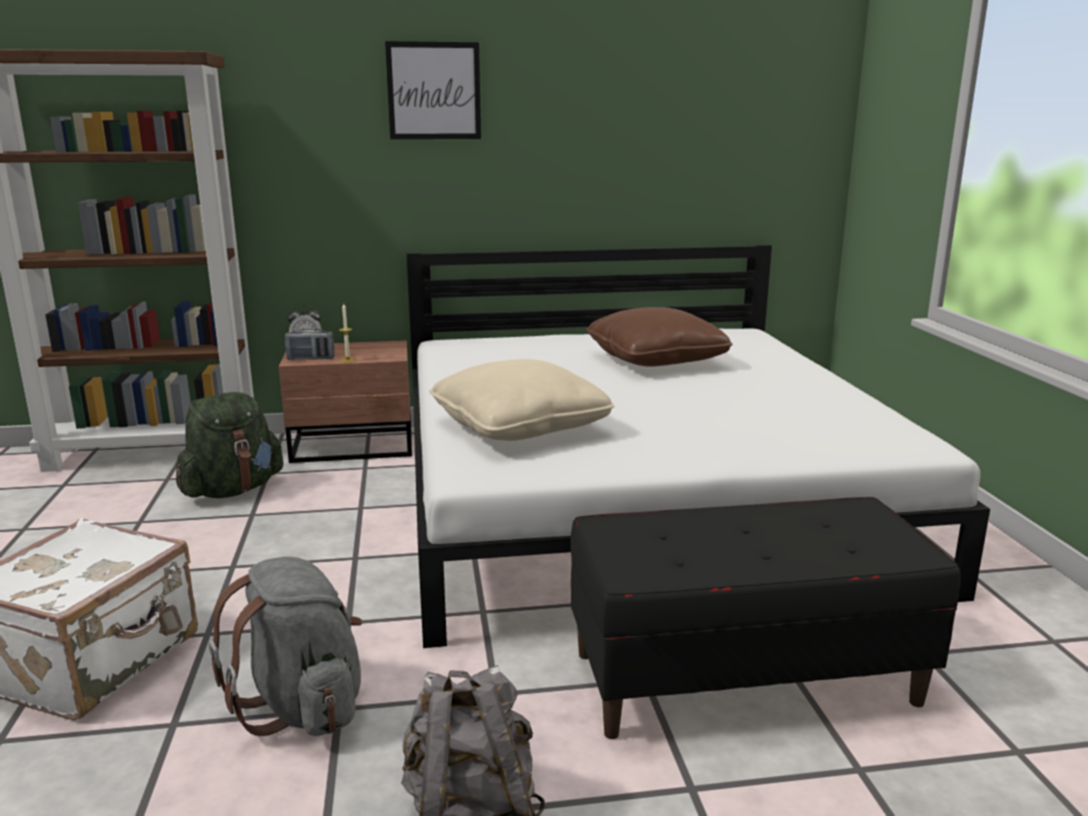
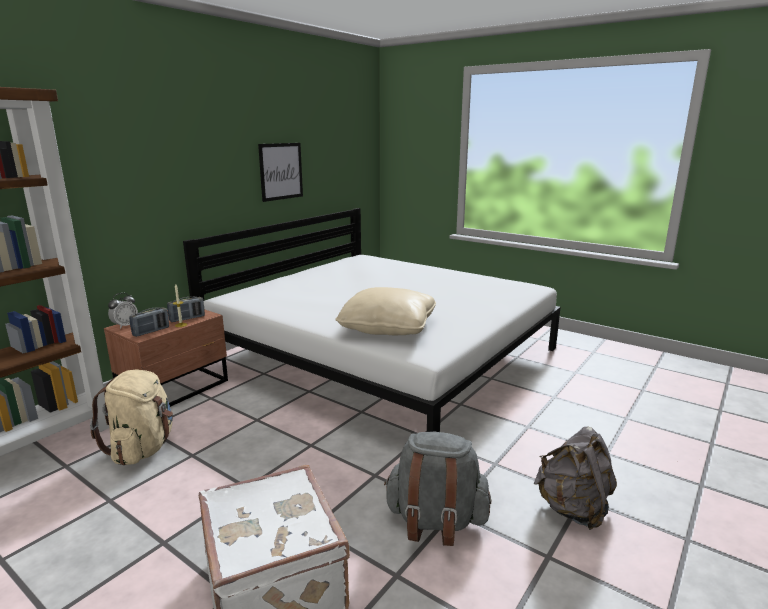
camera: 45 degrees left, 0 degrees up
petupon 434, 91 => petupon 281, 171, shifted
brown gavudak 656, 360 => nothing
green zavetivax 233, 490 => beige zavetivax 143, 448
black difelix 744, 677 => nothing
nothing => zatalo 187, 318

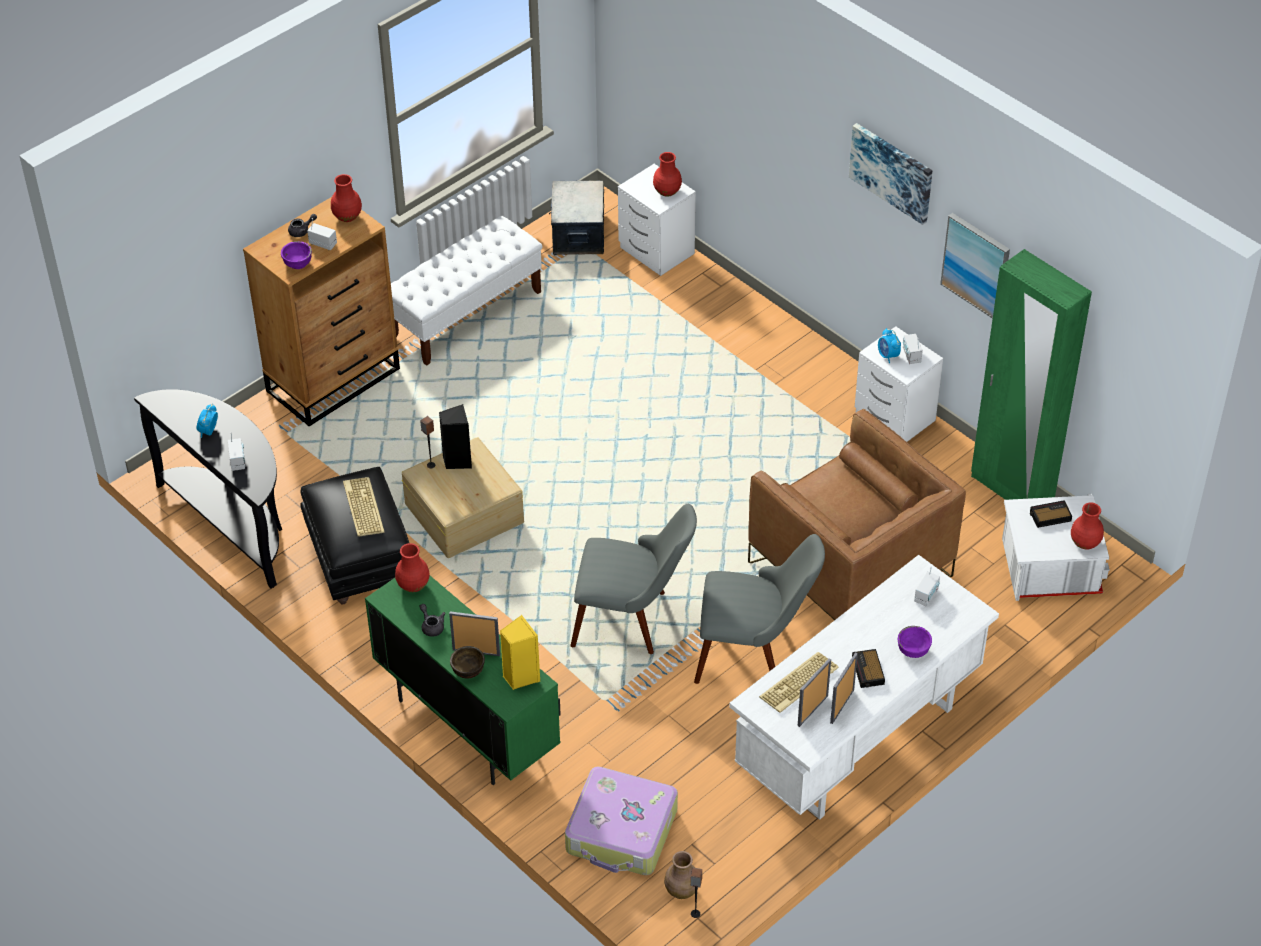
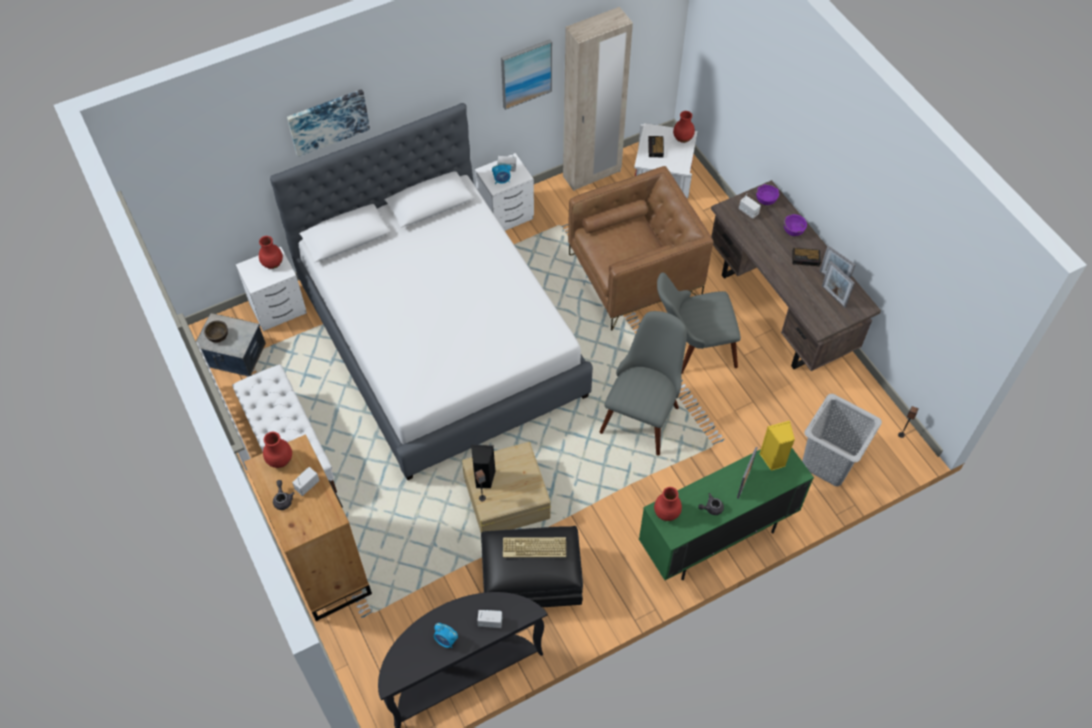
camera: 75 degrees left, 10 degrees up
petupon 892, 172 => petupon 328, 121, shifted
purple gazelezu 298, 263 => purple gazelezu 766, 200, shifted
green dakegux 1011, 490 => beige dakegux 592, 174
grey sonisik 754, 652 => grey sonisik 691, 347, 120 degrees counterclockwise
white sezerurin 857, 741 => brown sezerurin 779, 311
brown gazelezu 468, 670 => brown gazelezu 218, 336, shifted
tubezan 799, 684 => nothing
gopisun 622, 832 => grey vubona 828, 461
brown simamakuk 682, 890 => nothing
nothing => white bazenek 441, 338

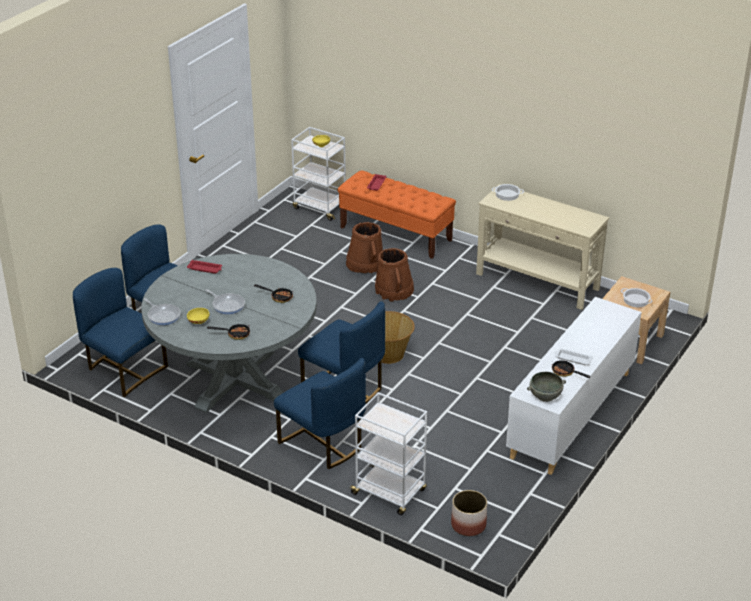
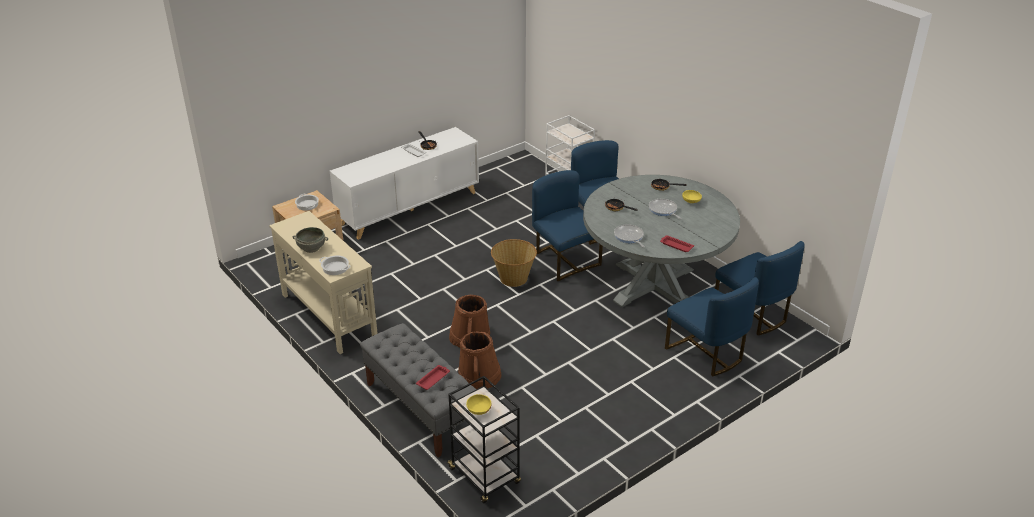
camera: 160 degrees left, 0 degrees up
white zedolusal 320, 207 => black zedolusal 485, 477
orange difelix 396, 234 => grey difelix 420, 409
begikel 163, 315 => begikel 629, 237, shifted
grey gazelezu 545, 395 => grey gazelezu 311, 248, shifted
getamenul 468, 525 => nothing

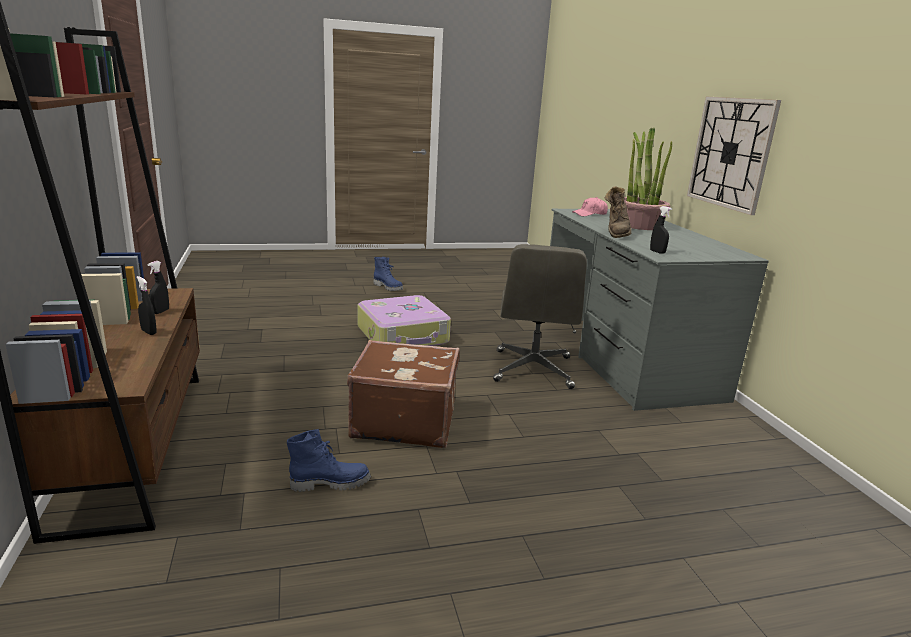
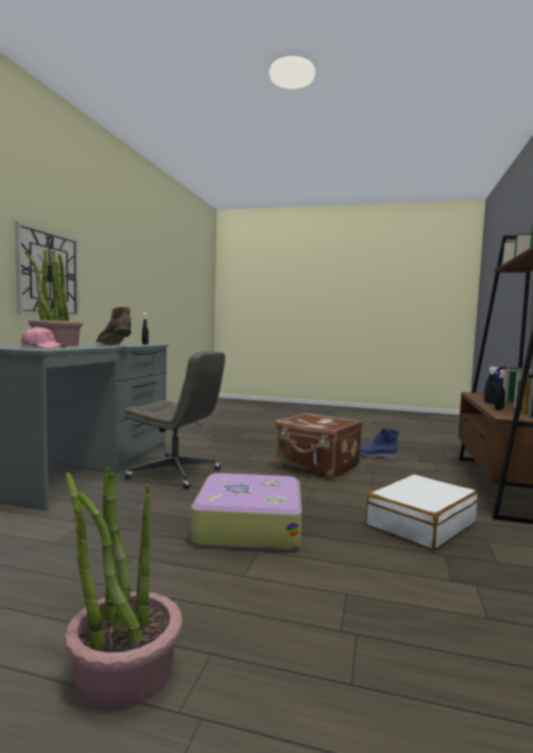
camera: 150 degrees left, 15 degrees down
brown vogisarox 616, 233 => brown vogisarox 115, 345, 90 degrees counterclockwise
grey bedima 533, 370 => grey bedima 176, 474, 75 degrees clockwise
blue vogisarox 388, 287 => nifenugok 123, 672
nothing => white gopisun 420, 524

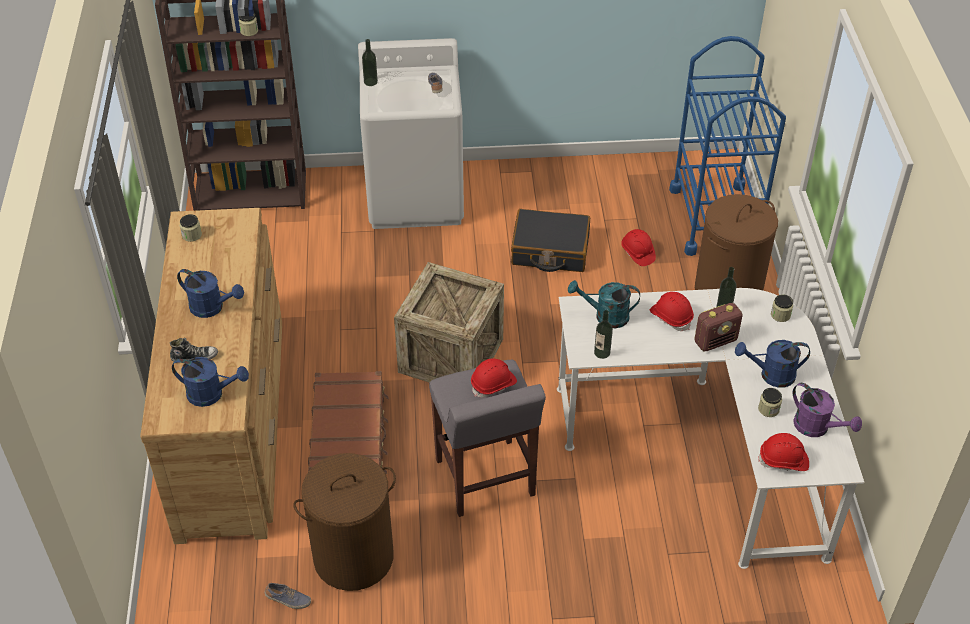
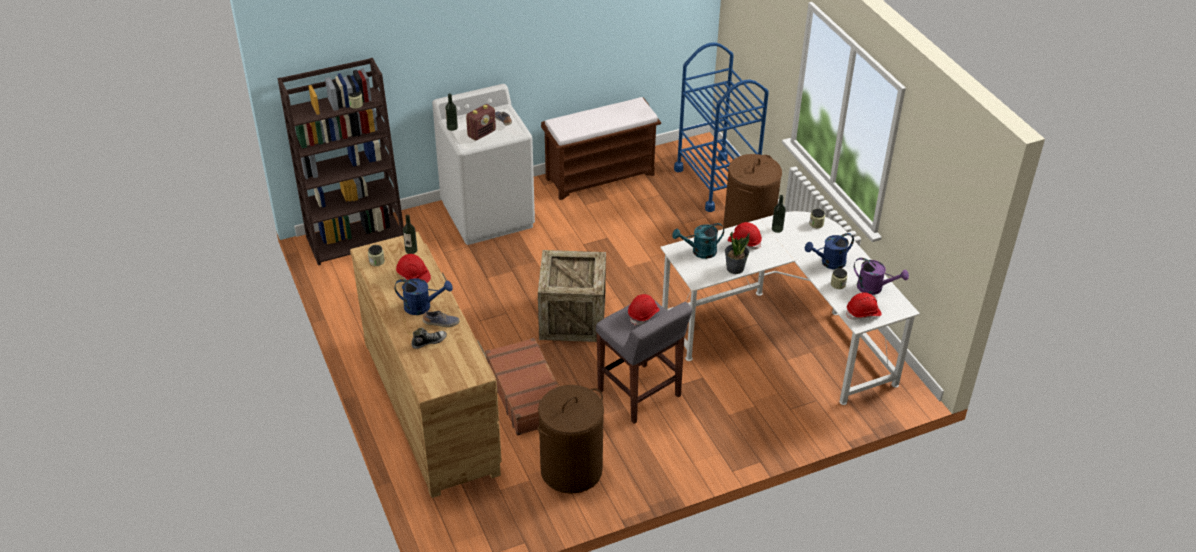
camera: 20 degrees left, 5 degrees down
black gopisun 550, 250 => nothing
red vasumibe 637, 253 => red vasumibe 413, 276, shifted
zatalo 715, 341 => zatalo 481, 133, shifted
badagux 602, 352 => badagux 411, 250, shifted
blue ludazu 211, 394 => nothing
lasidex 288, 600 => lasidex 441, 323, shifted
nothing => brown difelix 601, 176
nothing => nifenugok 735, 268

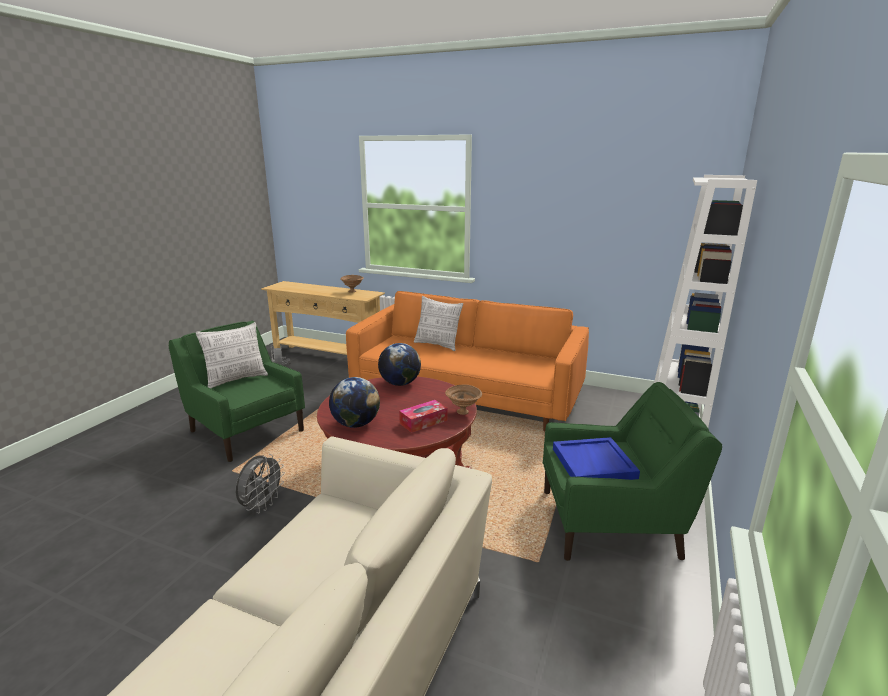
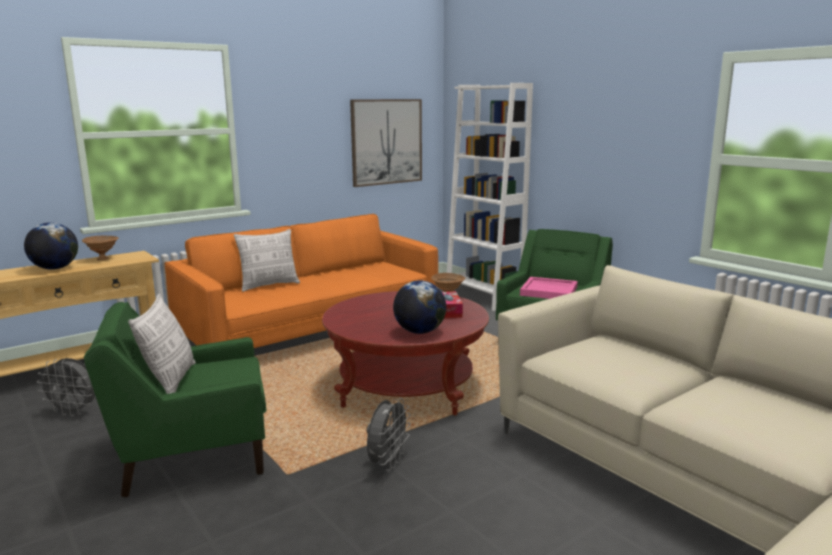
camera: 60 degrees left, 5 degrees down
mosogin 400, 383 => mosogin 55, 268, shifted
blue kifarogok 594, 463 => pink kifarogok 549, 291
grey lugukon 262, 505 => grey lugukon 387, 463, 60 degrees clockwise
nothing => petupon 386, 142

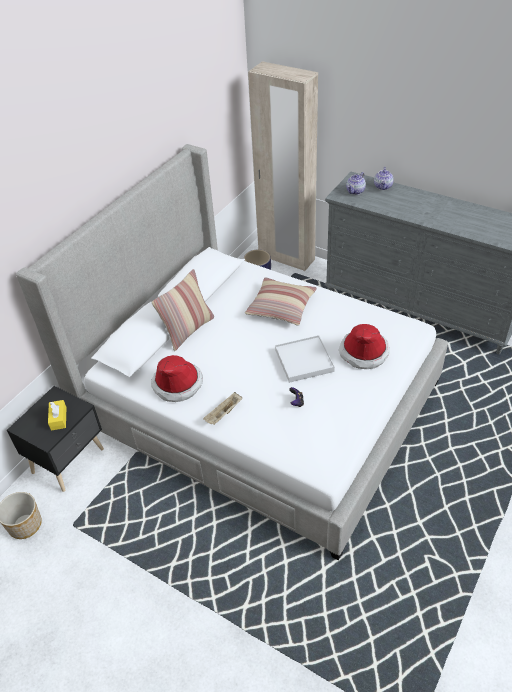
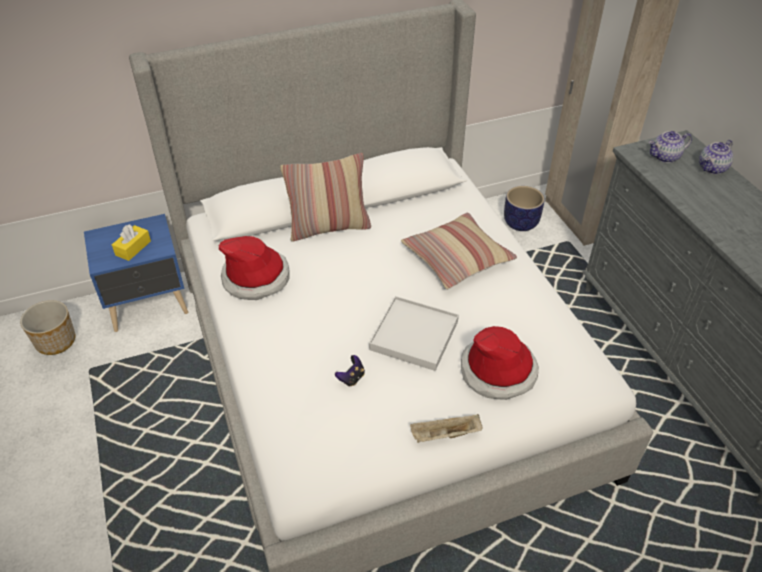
camera: 35 degrees right, 0 degrees up
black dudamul 70, 460 => blue dudamul 149, 305
beige kifarogok 224, 414 => beige kifarogok 445, 435, shifted

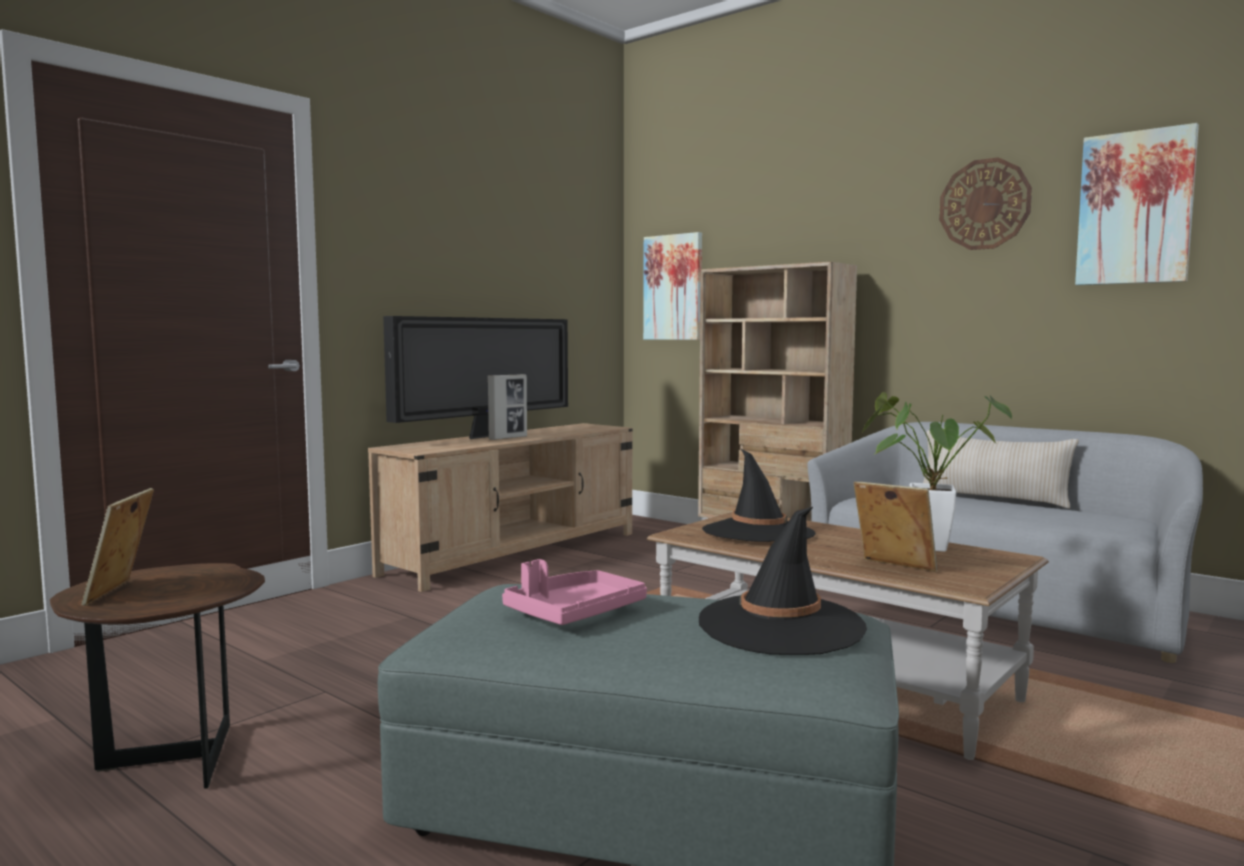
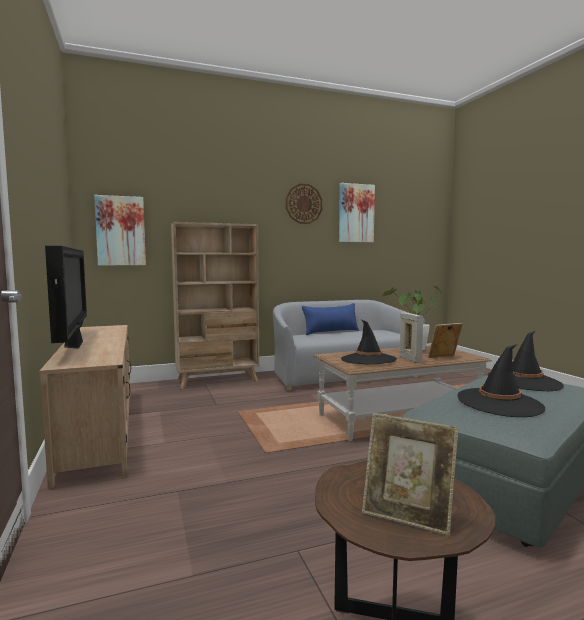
camera: 60 degrees left, 0 degrees up
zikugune 508, 438 => zikugune 410, 359, shifted
beige gavudak 993, 499 => blue gavudak 331, 332
pink kifarogok 574, 613 => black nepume 499, 403

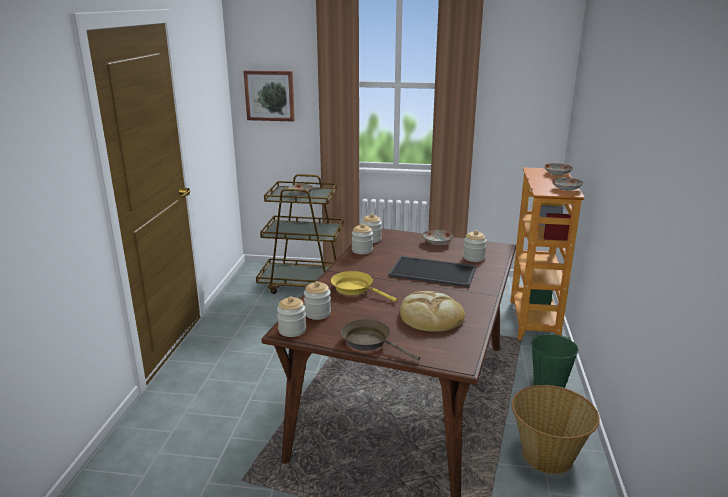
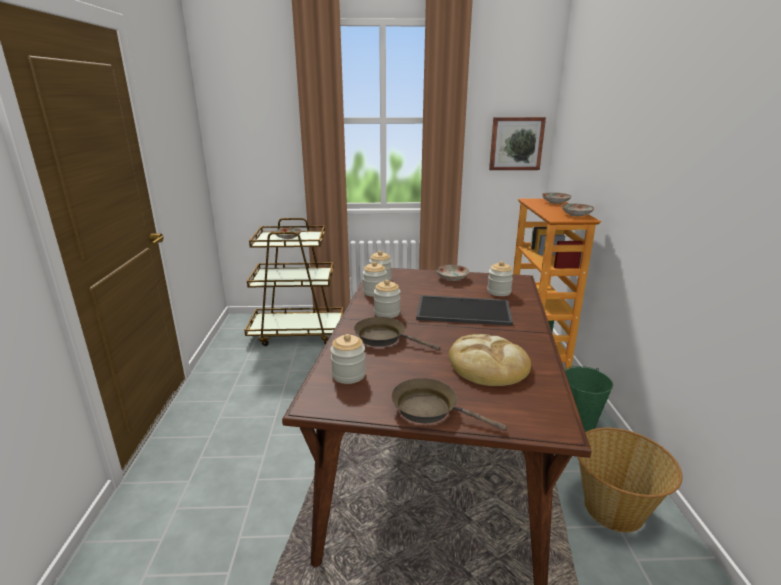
camera: 10 degrees left, 0 degrees up
petupon 270, 95 => petupon 516, 143, shifted
yellow begikel 355, 289 => brown begikel 384, 338
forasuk 292, 330 => forasuk 387, 313, shifted

